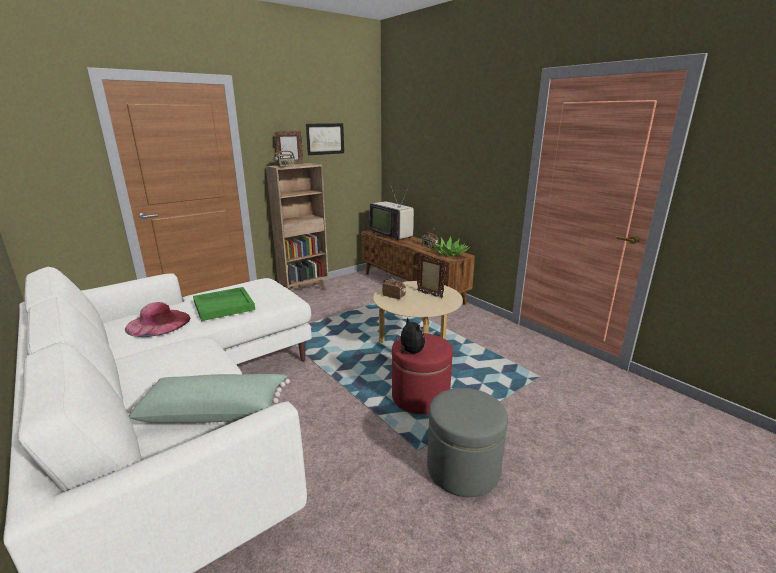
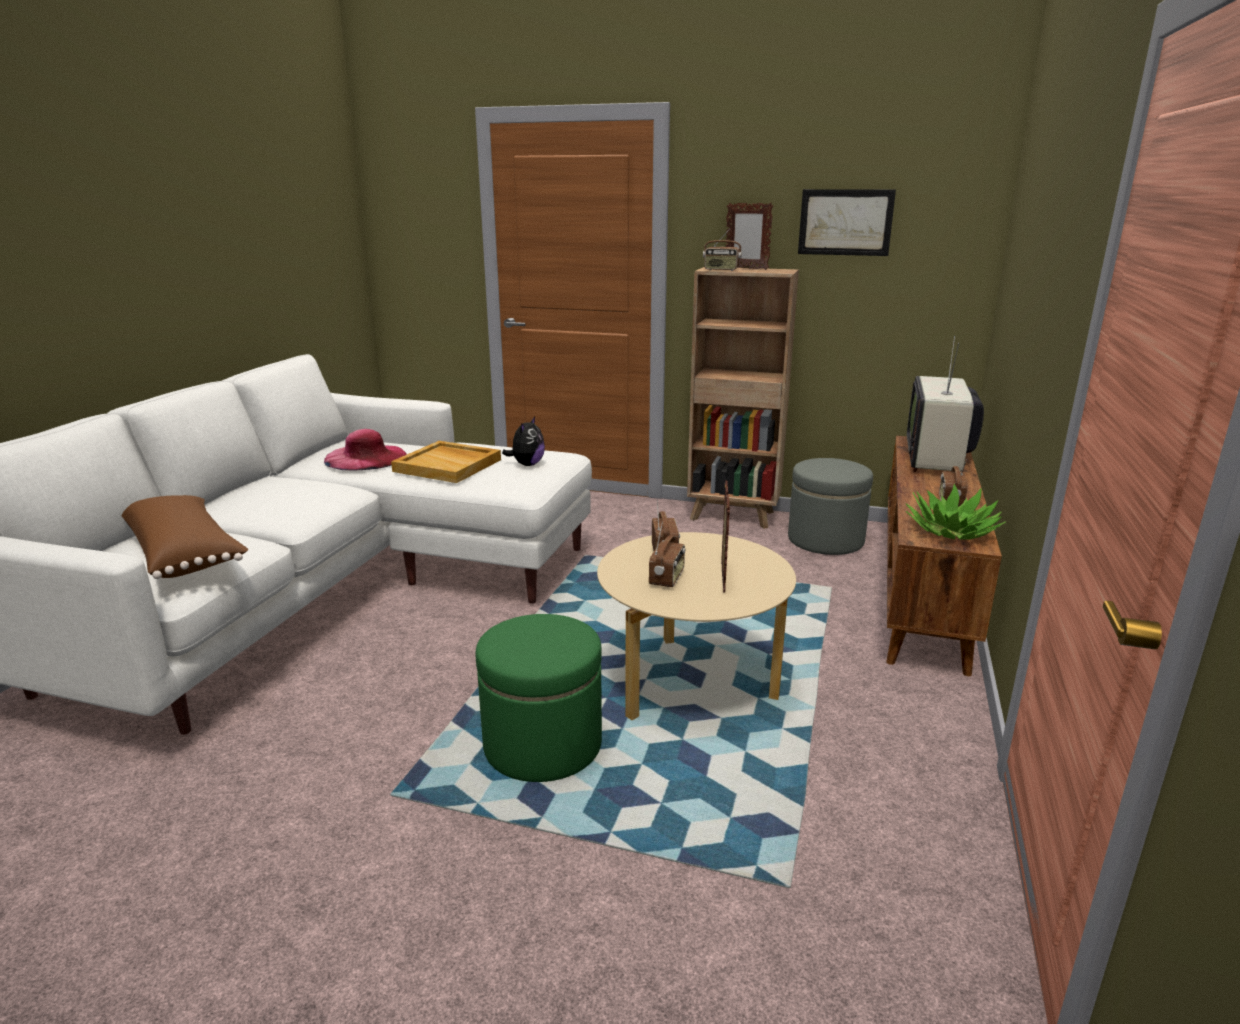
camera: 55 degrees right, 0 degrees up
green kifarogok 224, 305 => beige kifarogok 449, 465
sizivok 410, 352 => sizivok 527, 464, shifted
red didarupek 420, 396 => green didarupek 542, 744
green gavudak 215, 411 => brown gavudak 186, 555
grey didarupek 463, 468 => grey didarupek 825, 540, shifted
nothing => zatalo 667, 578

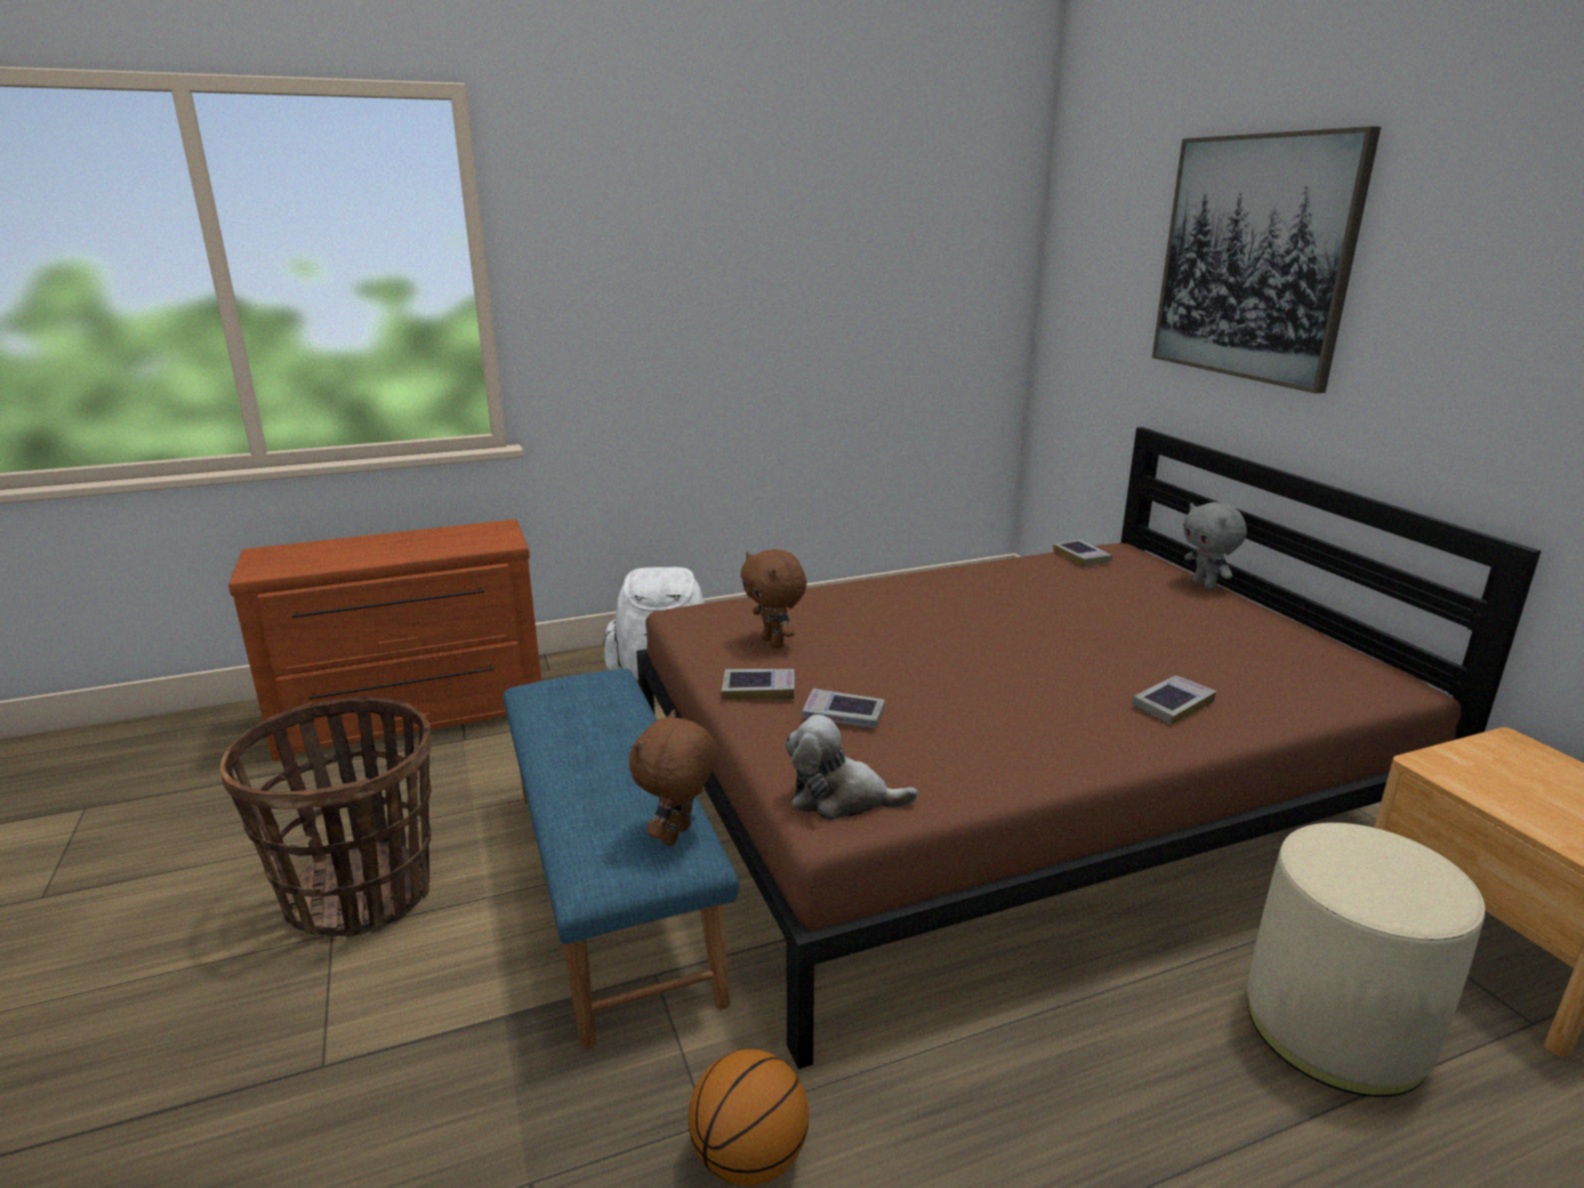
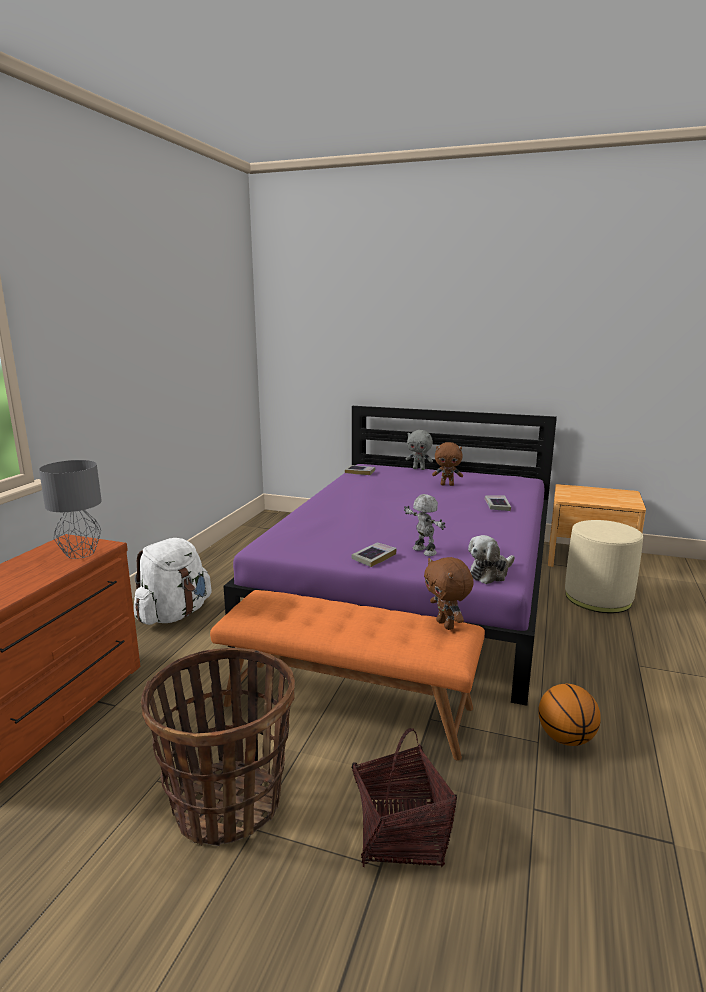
camera: 50 degrees left, 5 degrees down
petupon 1254, 258 => nothing
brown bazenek 1007, 794 => purple bazenek 415, 585
brown sizivok 774, 643 => brown sizivok 447, 485, shifted
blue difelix 615, 887 => orange difelix 348, 705
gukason 843, 715 => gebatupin 423, 551
nothing => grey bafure 80, 554
nothing => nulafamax 401, 834

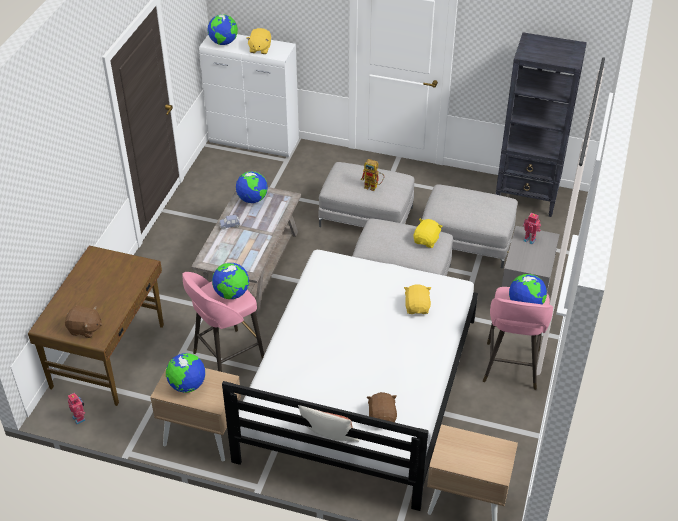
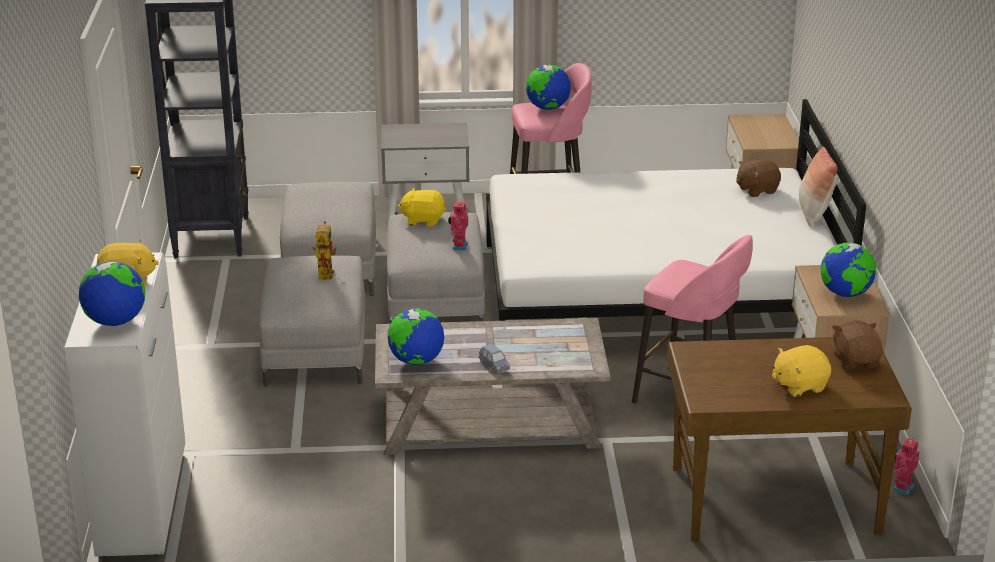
camera: 110 degrees left, 15 degrees down
gebatupin 529, 239 => gebatupin 458, 246, shifted
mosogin 231, 294 => nothing
yellow sizivok 417, 307 => yellow sizivok 799, 385, shifted

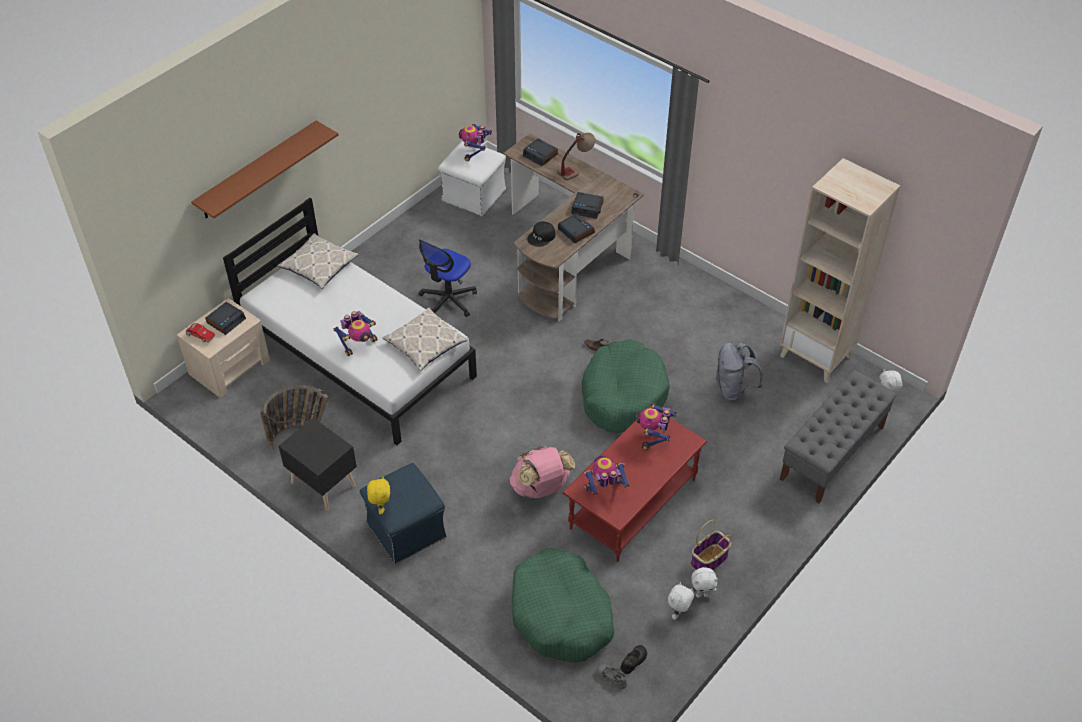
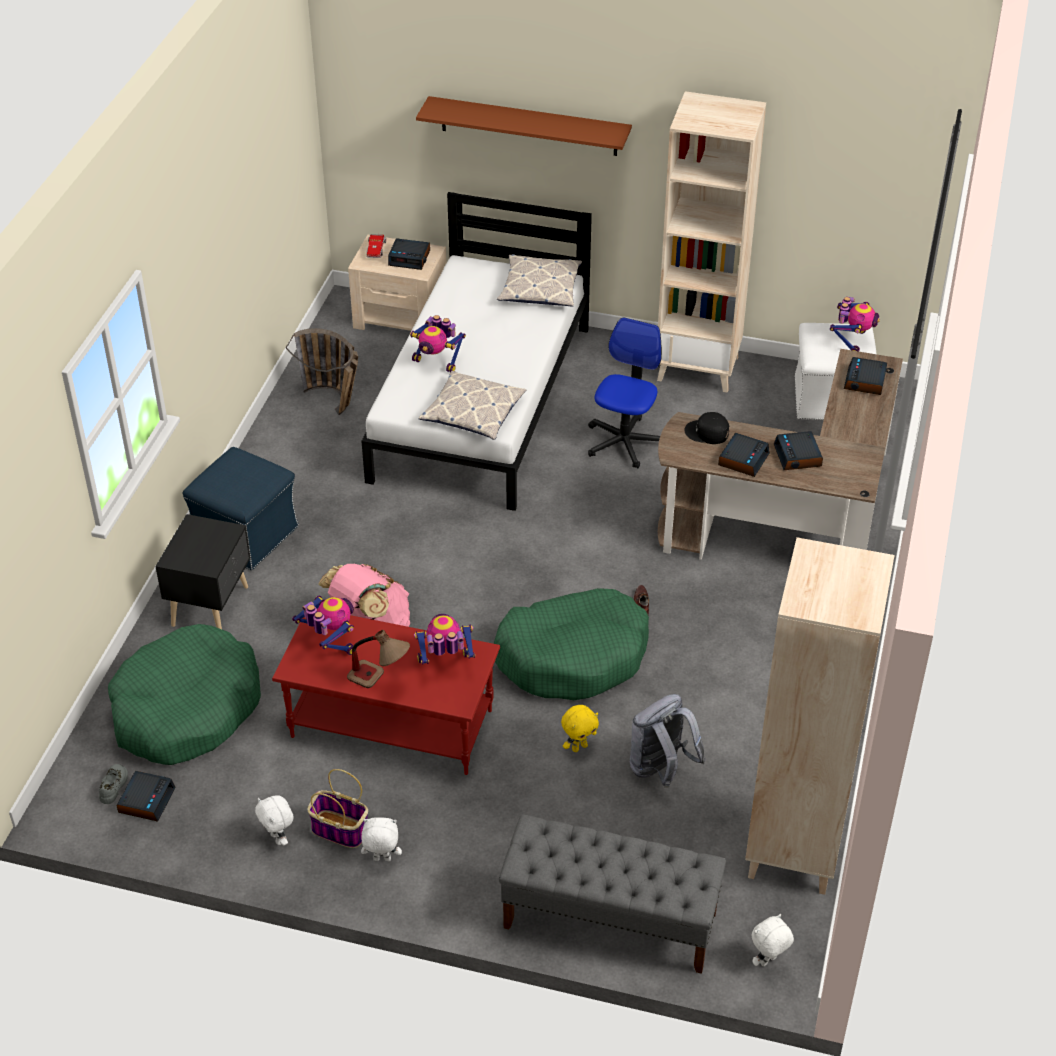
camera: 65 degrees right, 5 degrees down
gebatupin 475, 152 => gebatupin 851, 341, 120 degrees clockwise
bafure 576, 169 => bafure 381, 681, shifted
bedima 448, 300 => bedima 625, 442, 105 degrees clockwise
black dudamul 323, 483 => black dudamul 212, 606, shifted
yellow sizivok 380, 507 => yellow sizivok 579, 747, shifted
white sizivok 678, 613 => white sizivok 381, 860, shifted
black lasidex 634, 661 => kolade 146, 800
nothing => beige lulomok 698, 368

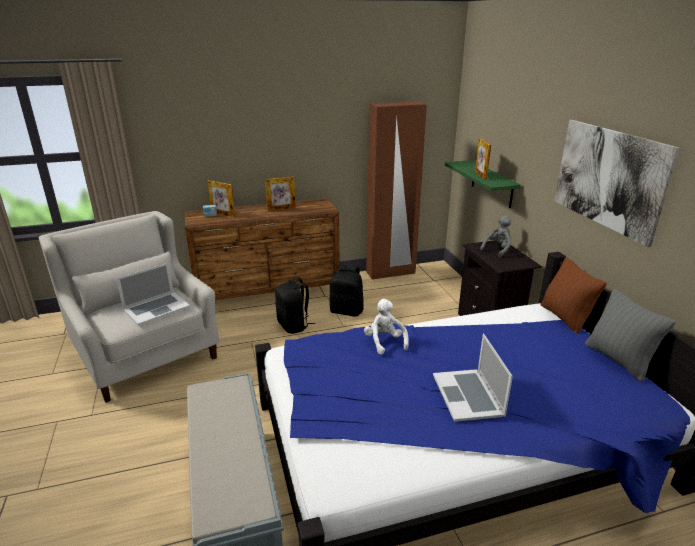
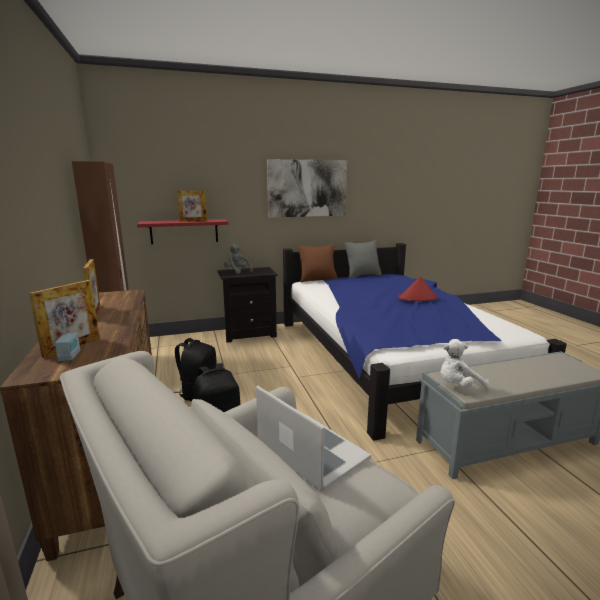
camera: 90 degrees left, 10 degrees down
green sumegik 492, 184 => red sumegik 184, 231
white sizivok 384, 342 => white sizivok 458, 386, shifted
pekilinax 468, 394 => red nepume 418, 298

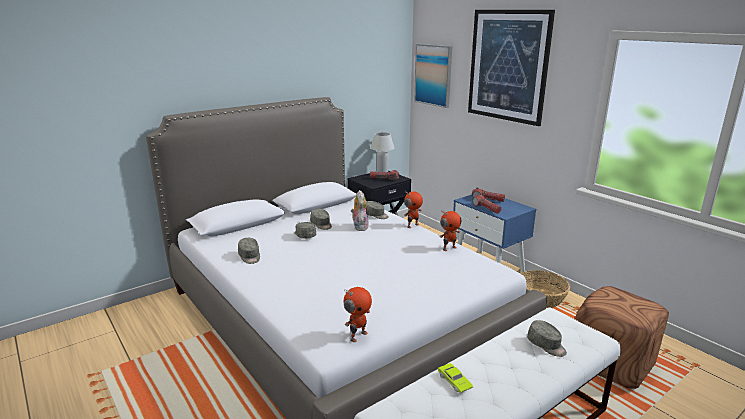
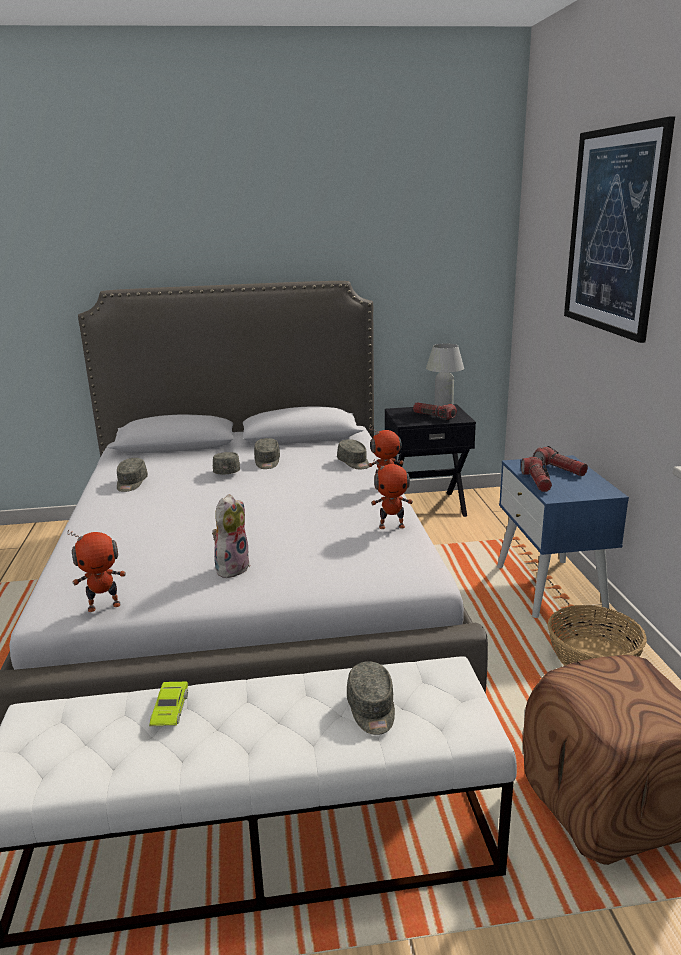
camera: 30 degrees right, 0 degrees up
petupon 433, 75 => nothing
sizivok 359, 227 => sizivok 231, 567, shifted

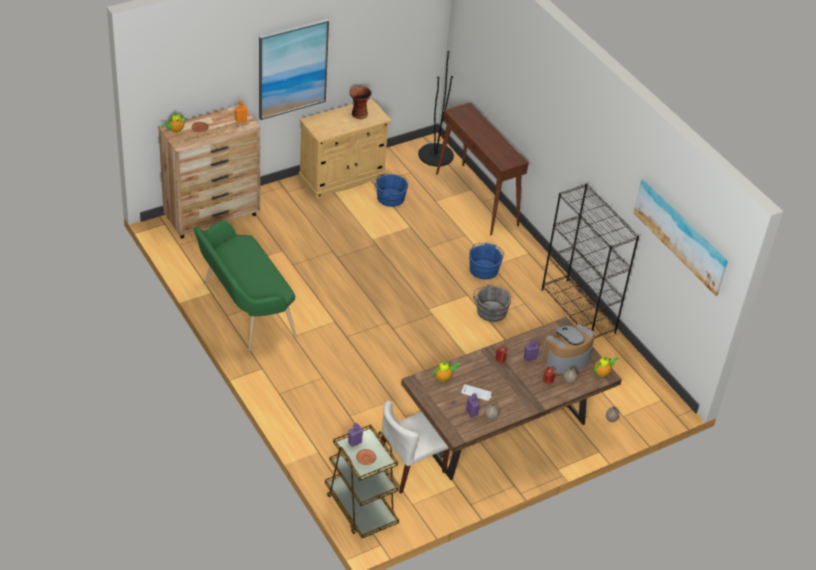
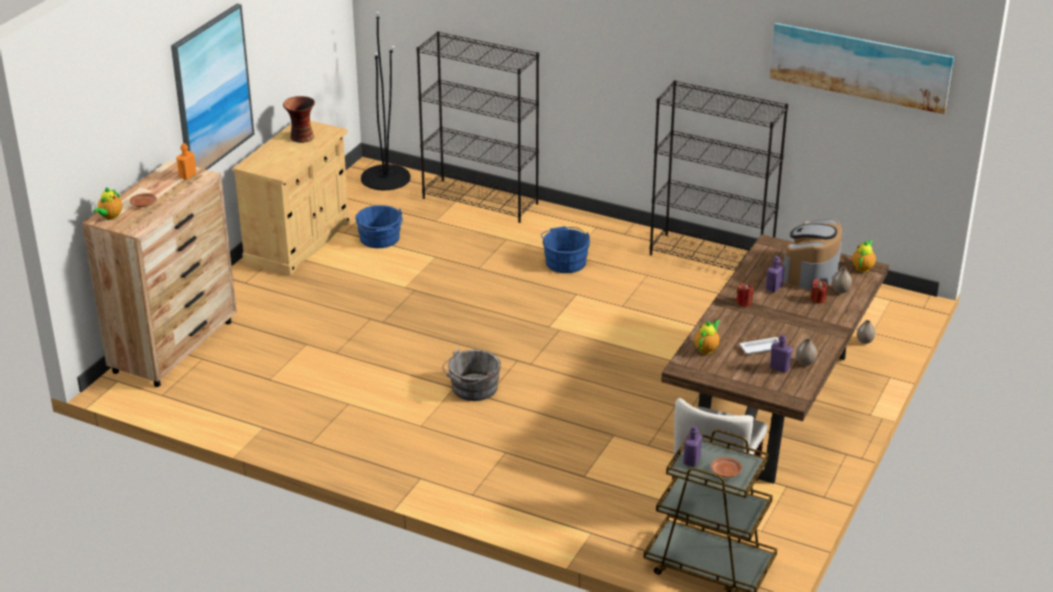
camera: 30 degrees left, 10 degrees down
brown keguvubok 477, 199 => black lulomok 481, 201
green difelix 244, 311 => nothing
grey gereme 489, 311 => grey gereme 472, 389, shifted

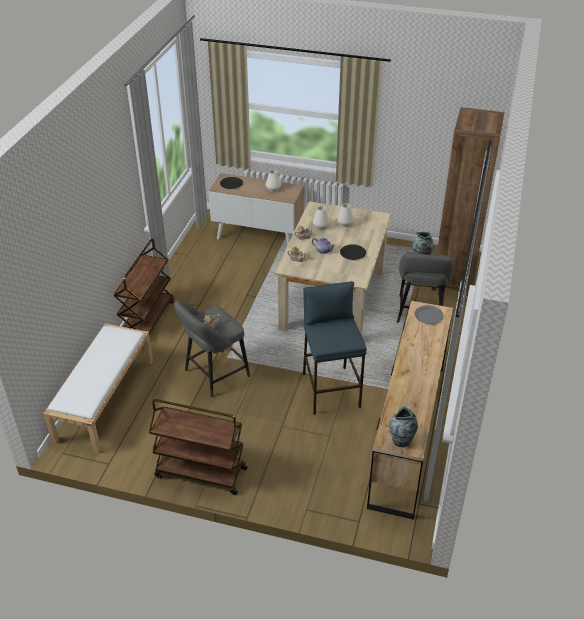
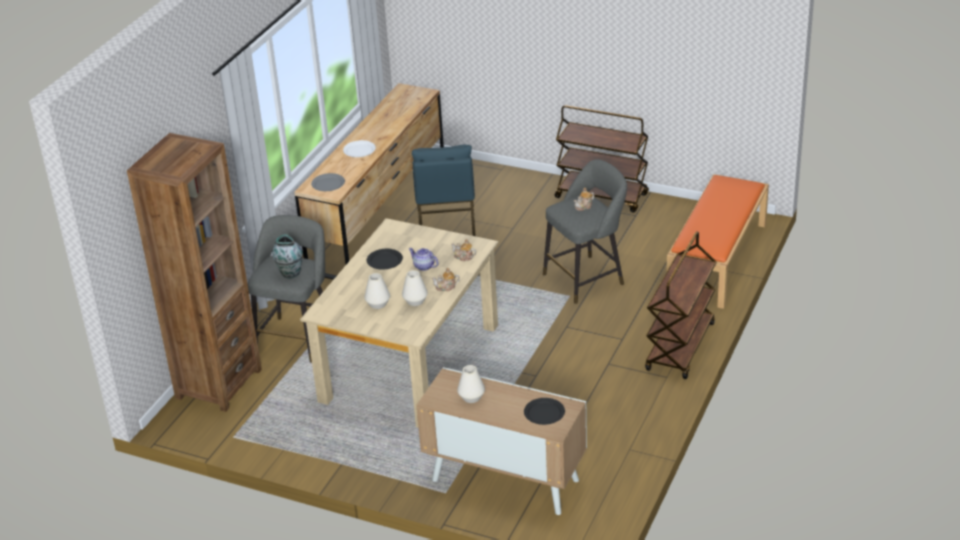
camera: 170 degrees left, 5 degrees down
white difelix 104, 399 => orange difelix 717, 260
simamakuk 401, 440 => nothing
nothing => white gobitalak 359, 150

